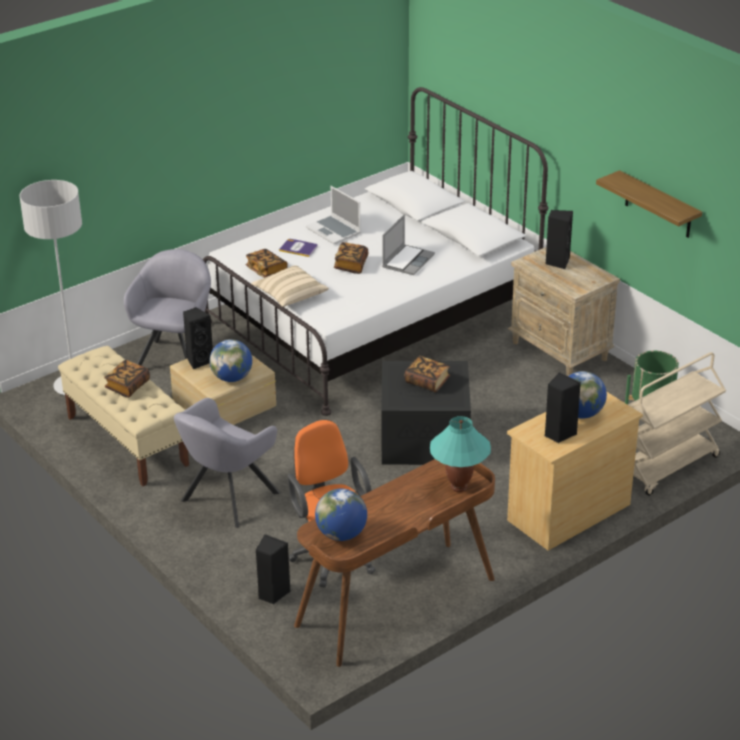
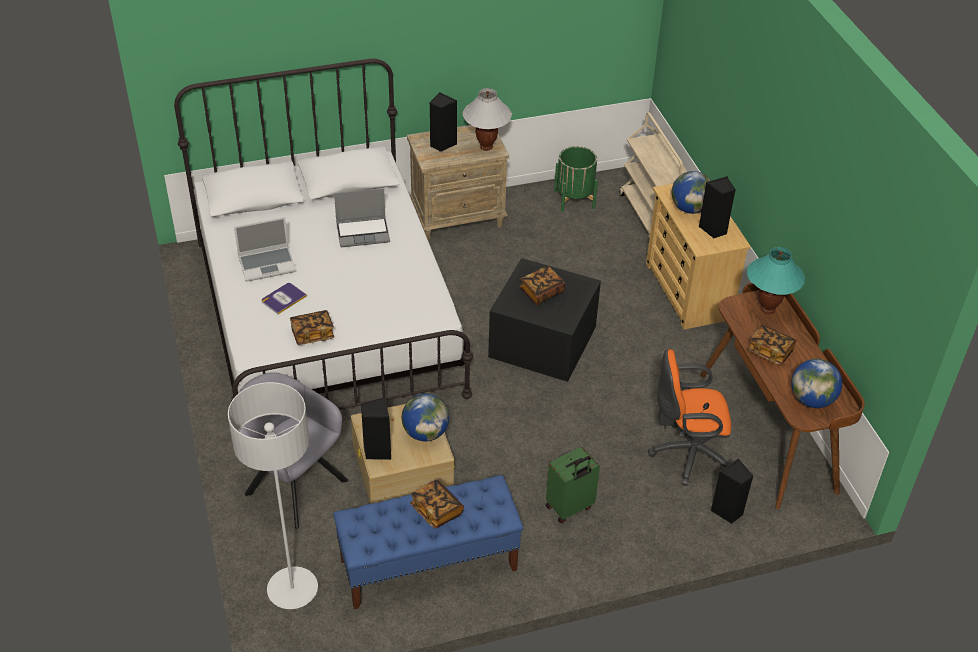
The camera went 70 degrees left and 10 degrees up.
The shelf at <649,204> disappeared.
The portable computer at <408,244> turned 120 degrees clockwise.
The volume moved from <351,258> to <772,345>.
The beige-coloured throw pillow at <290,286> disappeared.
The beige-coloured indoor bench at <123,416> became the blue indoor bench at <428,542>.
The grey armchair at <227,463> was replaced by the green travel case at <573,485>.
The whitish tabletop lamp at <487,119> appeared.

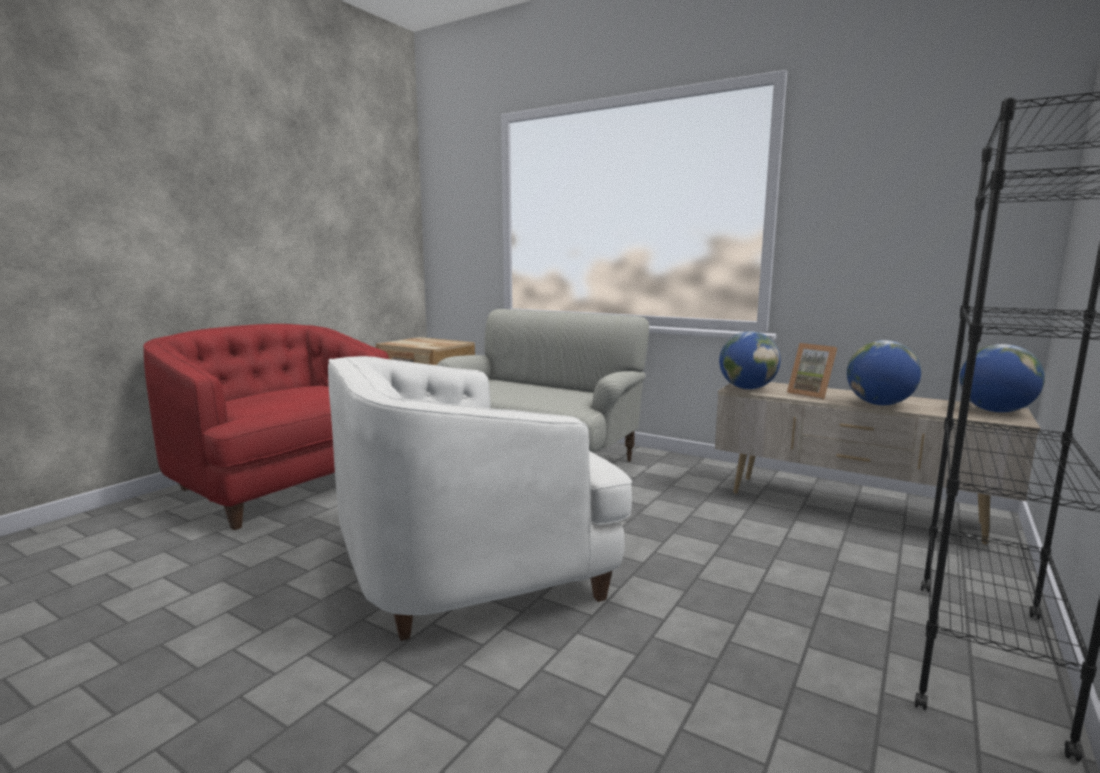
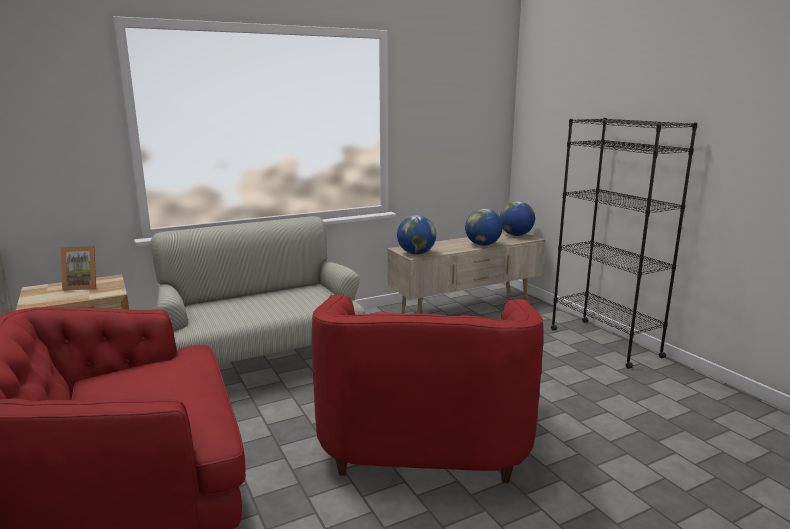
The camera went 60 degrees left and 5 degrees up.
The standing frame moved from <812,371> to <78,268>.
The whitish armchair at <480,498> became the red-coloured armchair at <427,389>.

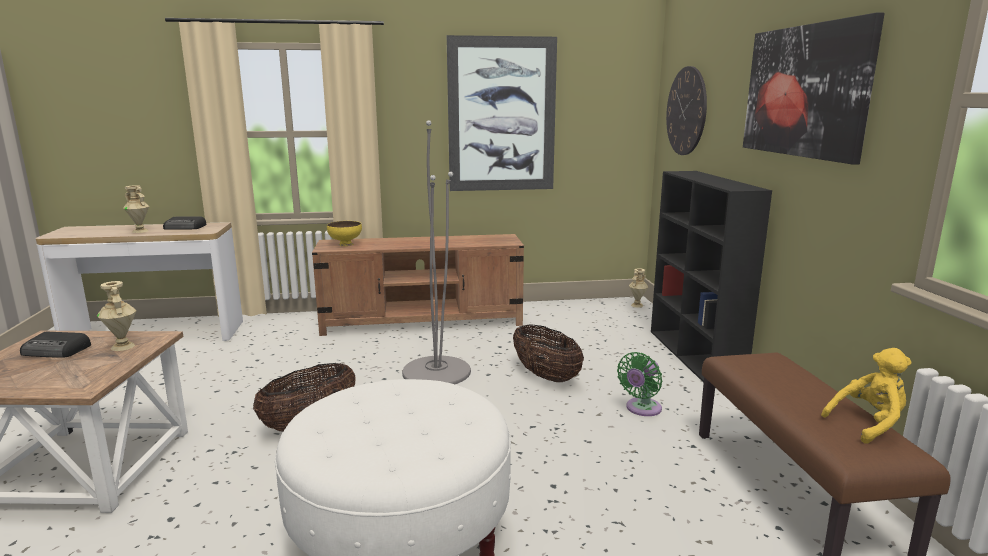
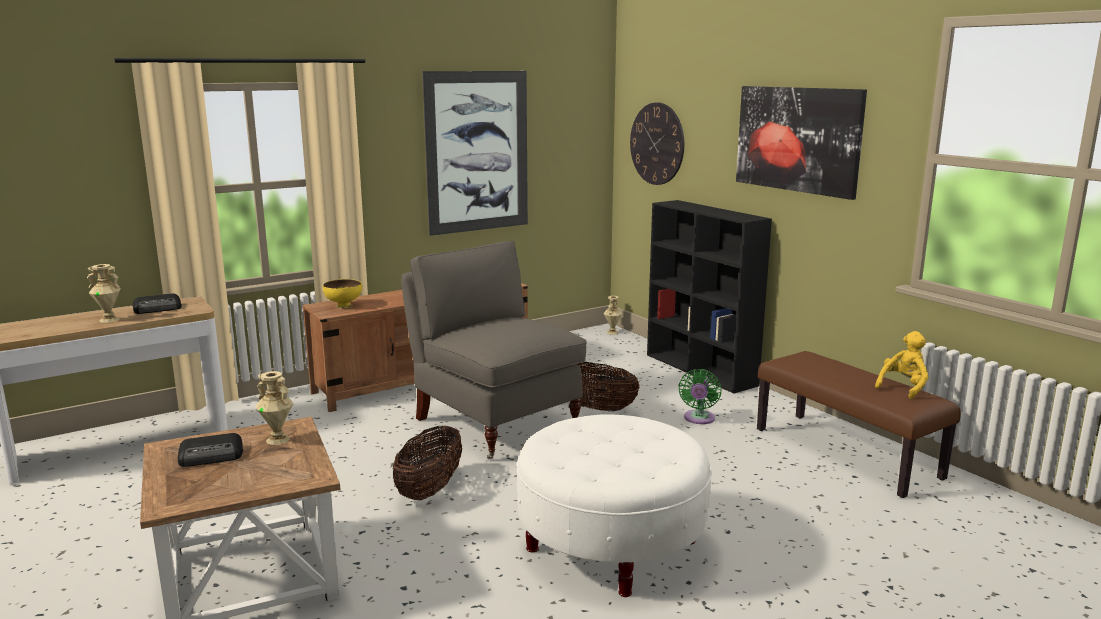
The camera went 25 degrees left and 0 degrees up.
The grey standard lamp at <436,252> was replaced by the grey armchair at <494,350>.

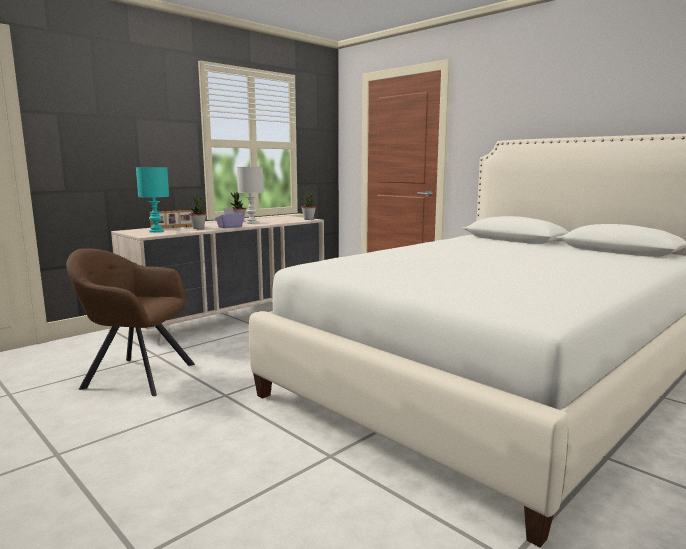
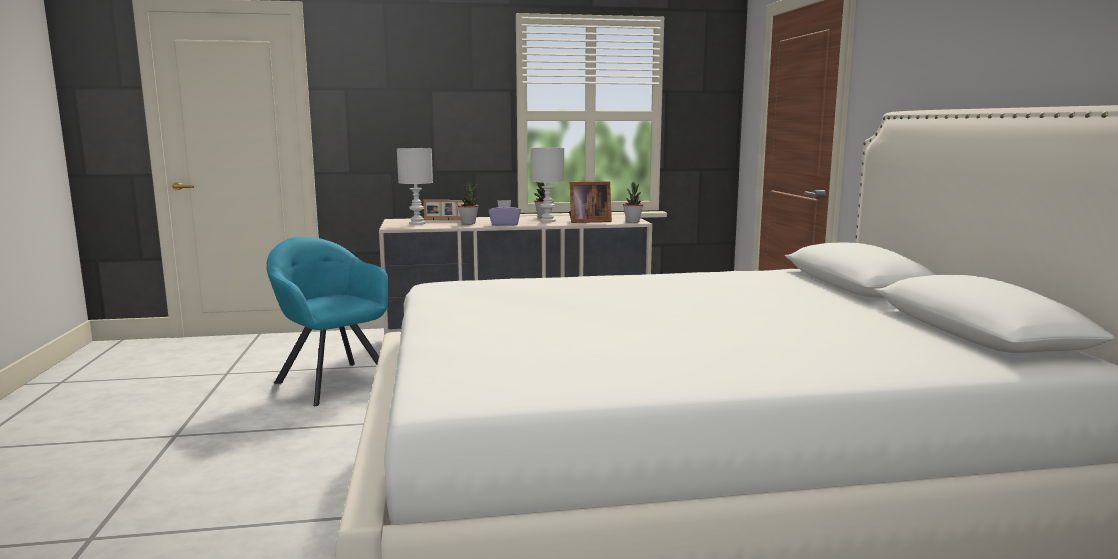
The camera went 35 degrees right and 0 degrees up.
The blue-green tabletop lamp at <152,200> became the whitish tabletop lamp at <415,186>.
The brown-coloured armchair at <130,322> became the blue-green armchair at <327,321>.
The standing frame at <590,202> appeared.

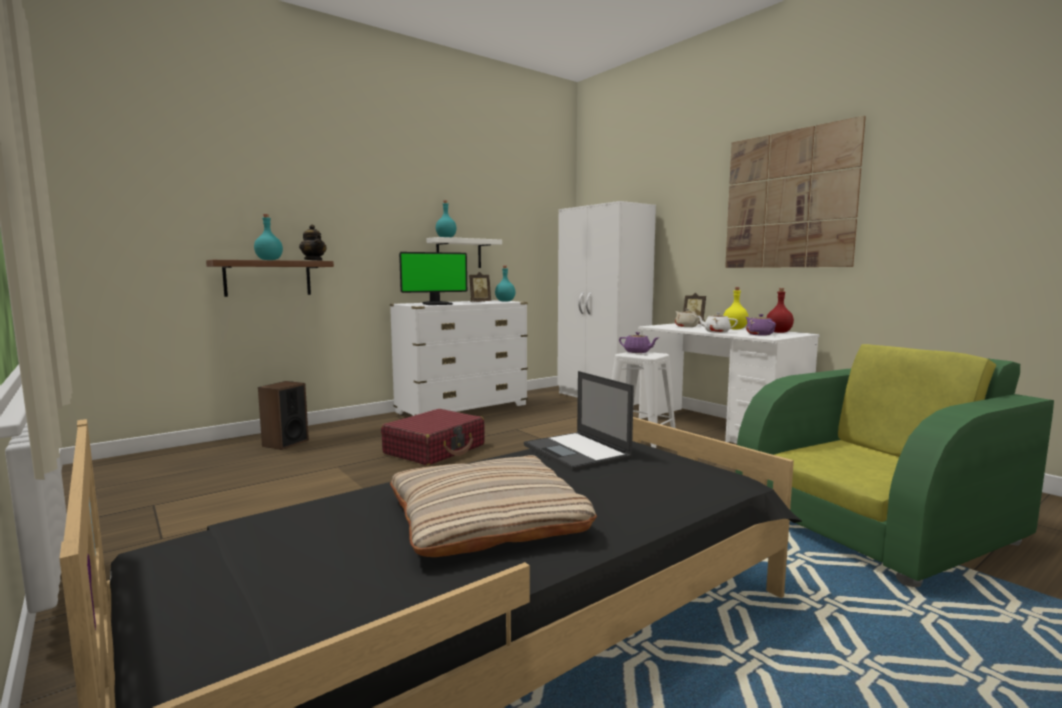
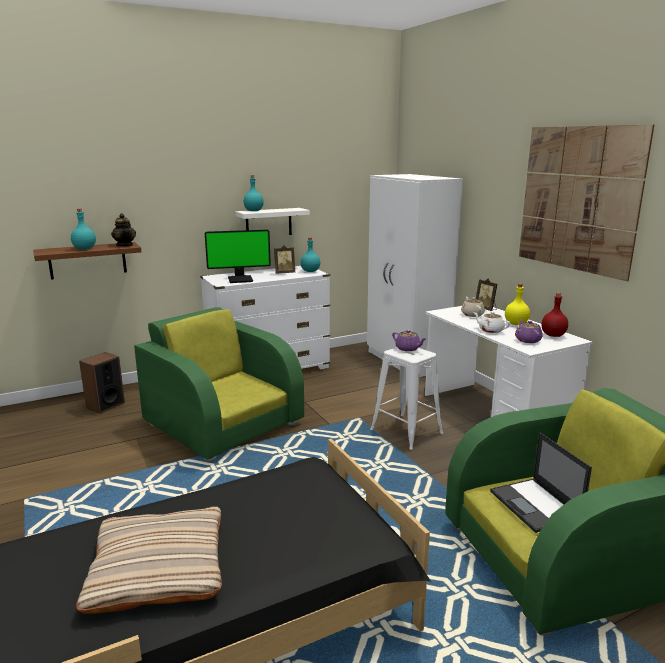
The camera went 10 degrees right and 10 degrees up.
The portable computer moved from <579,421> to <541,482>.
The red-coloured travel case at <433,437> was replaced by the green armchair at <219,384>.

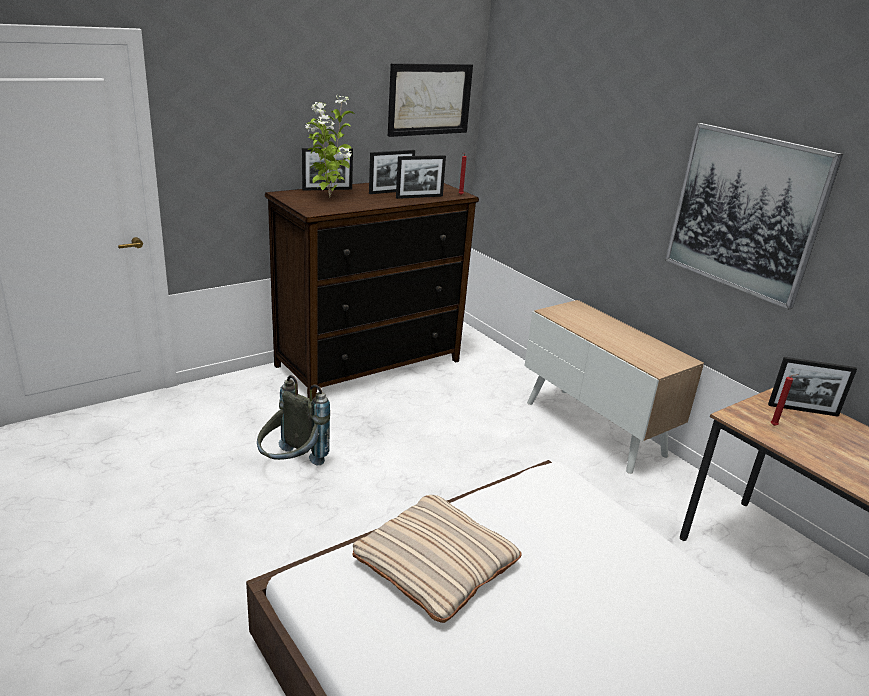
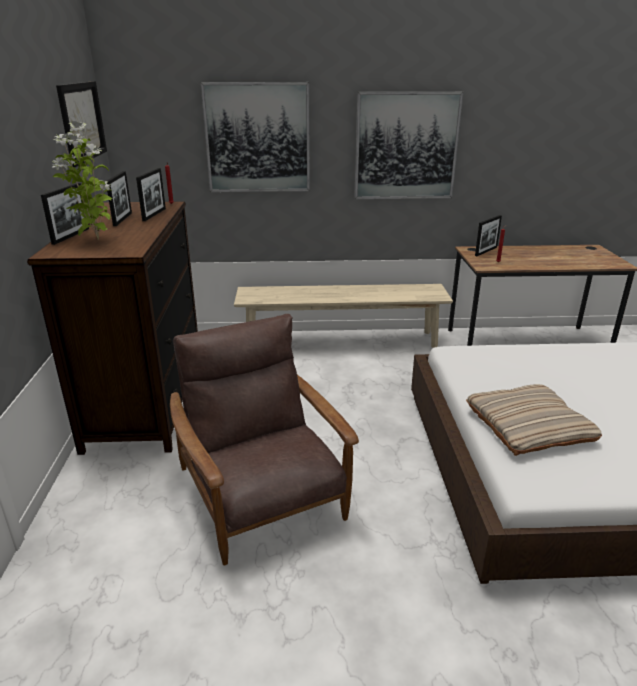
The camera went 55 degrees left and 0 degrees up.
The storage cabinet at <614,387> was replaced by the beige-coloured indoor bench at <343,316>.
The grey knapsack at <293,420> was replaced by the brown-coloured armchair at <264,439>.
The picture at <255,137> appeared.

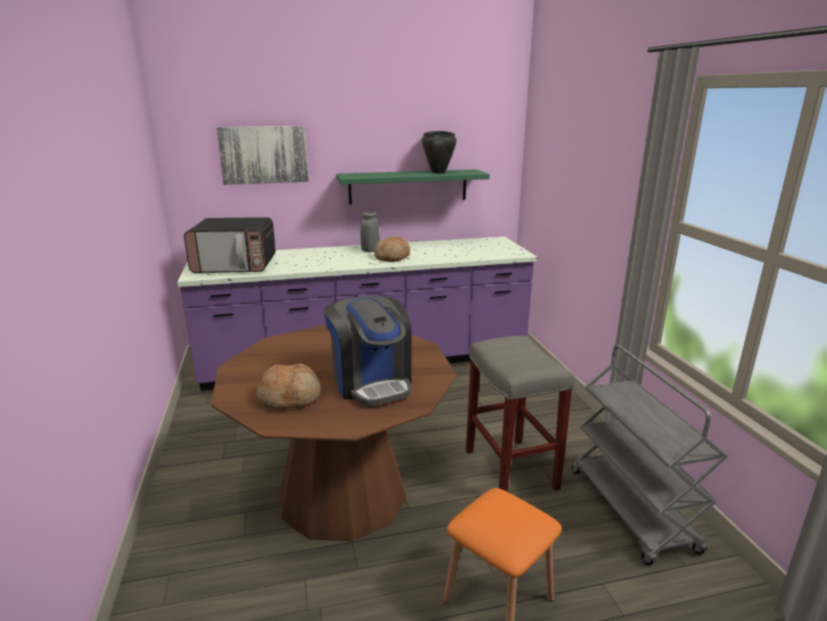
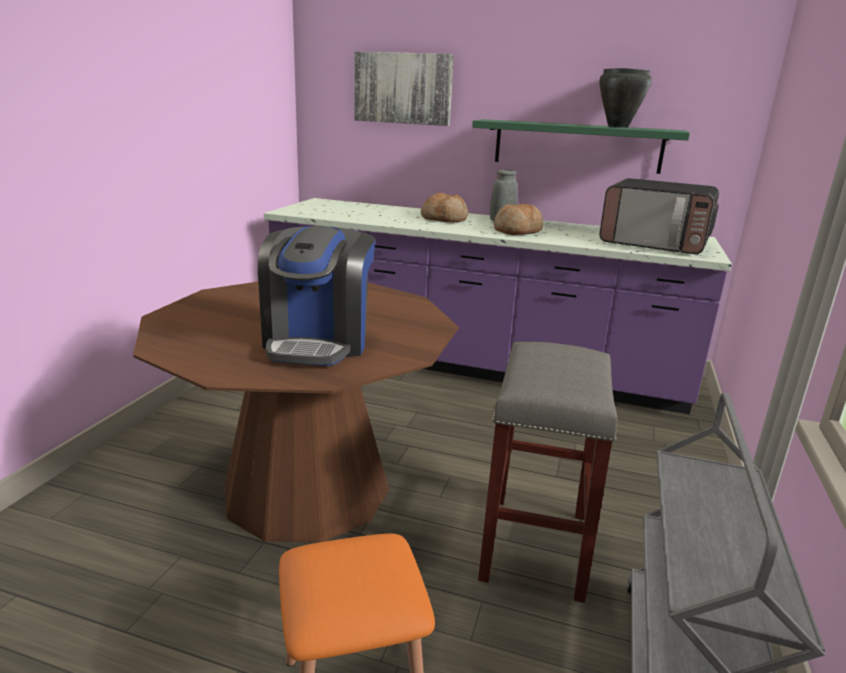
The camera went 30 degrees right and 0 degrees up.
The microwave oven moved from <230,245> to <659,216>.
The baked bread moved from <288,386> to <444,207>.

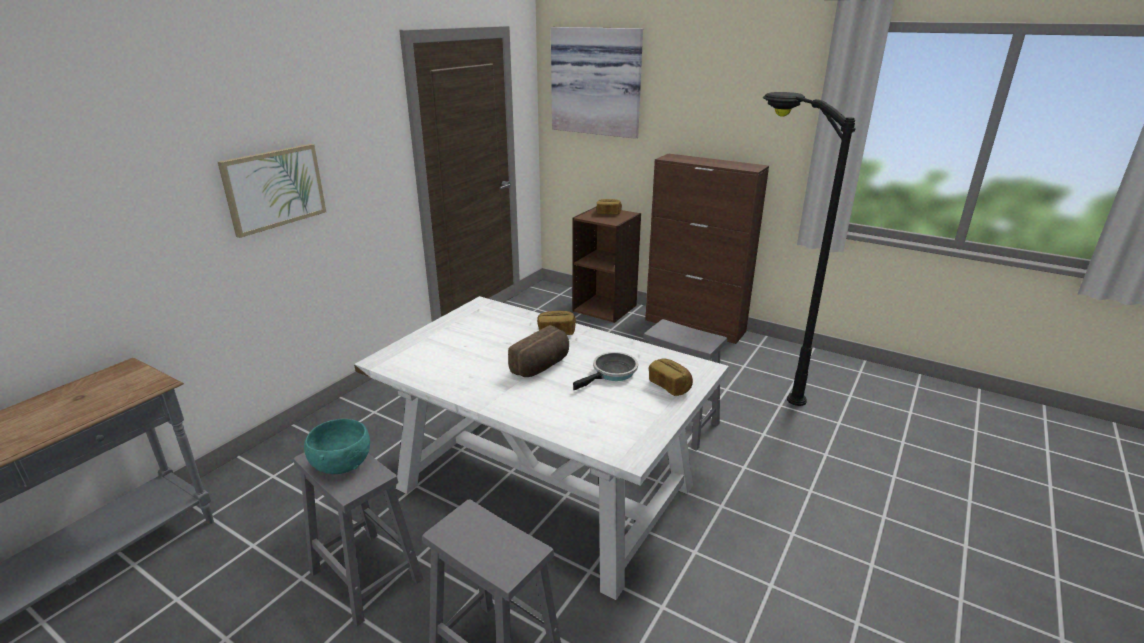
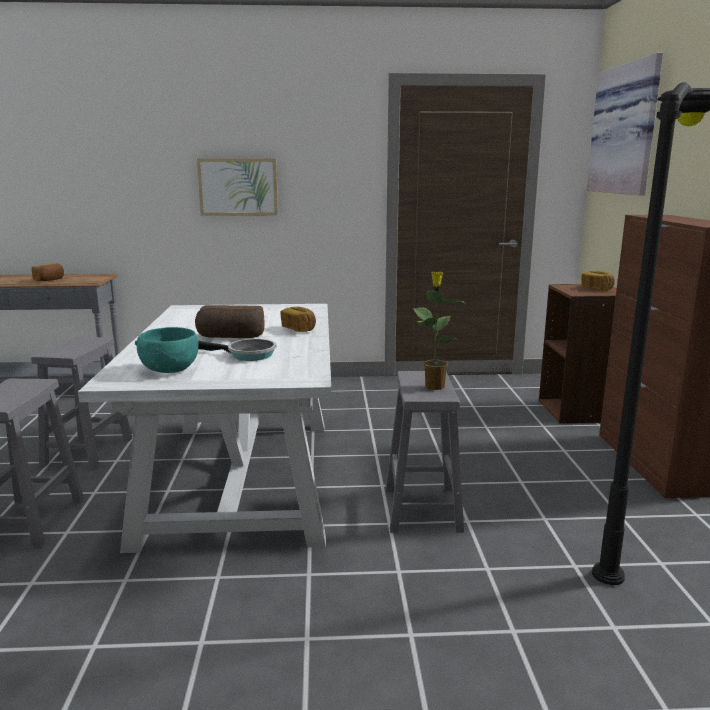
The camera went 55 degrees right and 10 degrees down.
The baked bread moved from <671,377> to <47,272>.
The blue-green bowl moved from <337,446> to <166,350>.
The houseplant at <440,331> appeared.

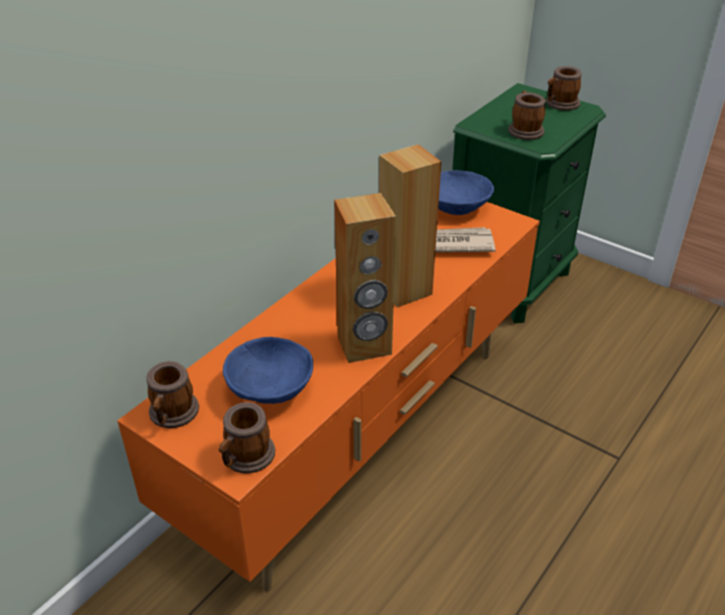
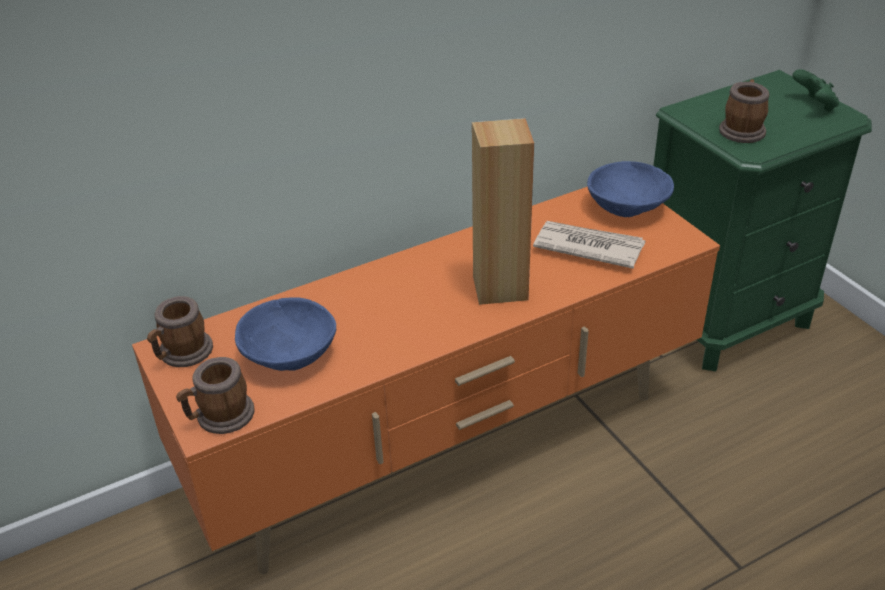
The camera went 25 degrees right and 0 degrees up.
The coffee mug at <564,88> was replaced by the green joypad at <815,90>.
The brown-coloured speaker at <365,278> disappeared.

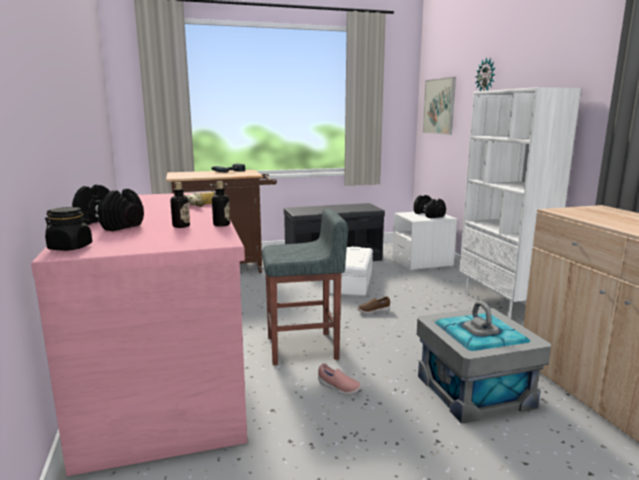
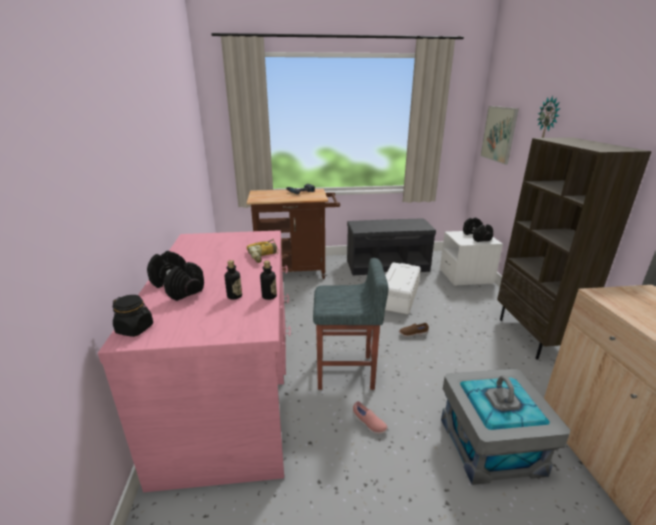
The camera went 10 degrees right and 10 degrees up.
The whitish bookshelf at <520,203> became the brown-coloured bookshelf at <574,248>.

